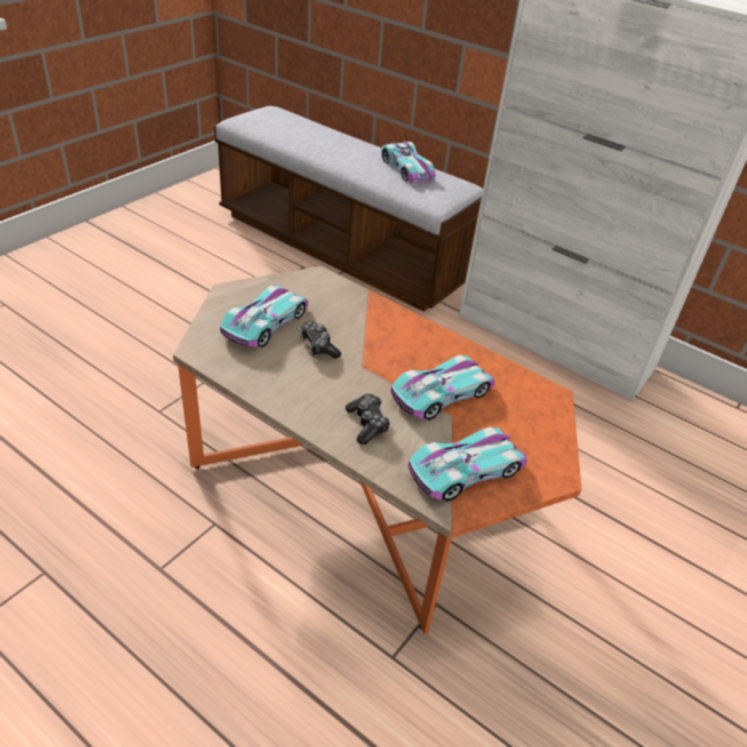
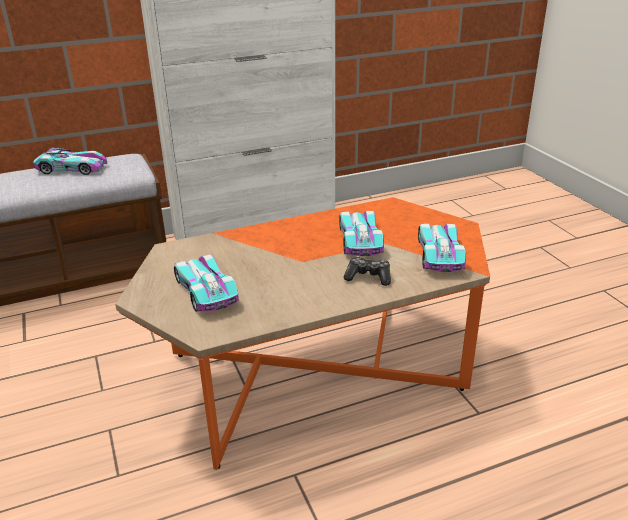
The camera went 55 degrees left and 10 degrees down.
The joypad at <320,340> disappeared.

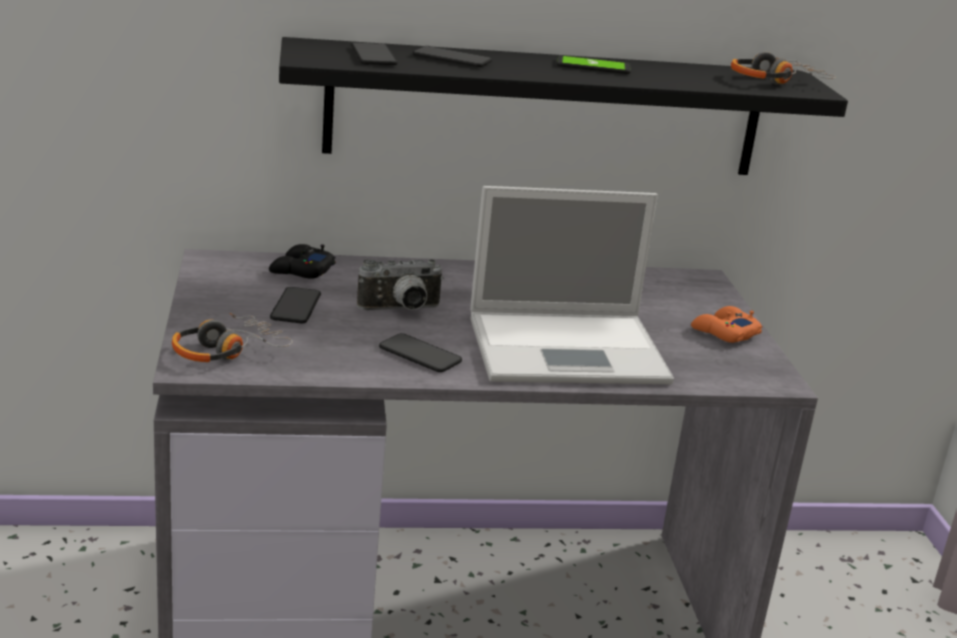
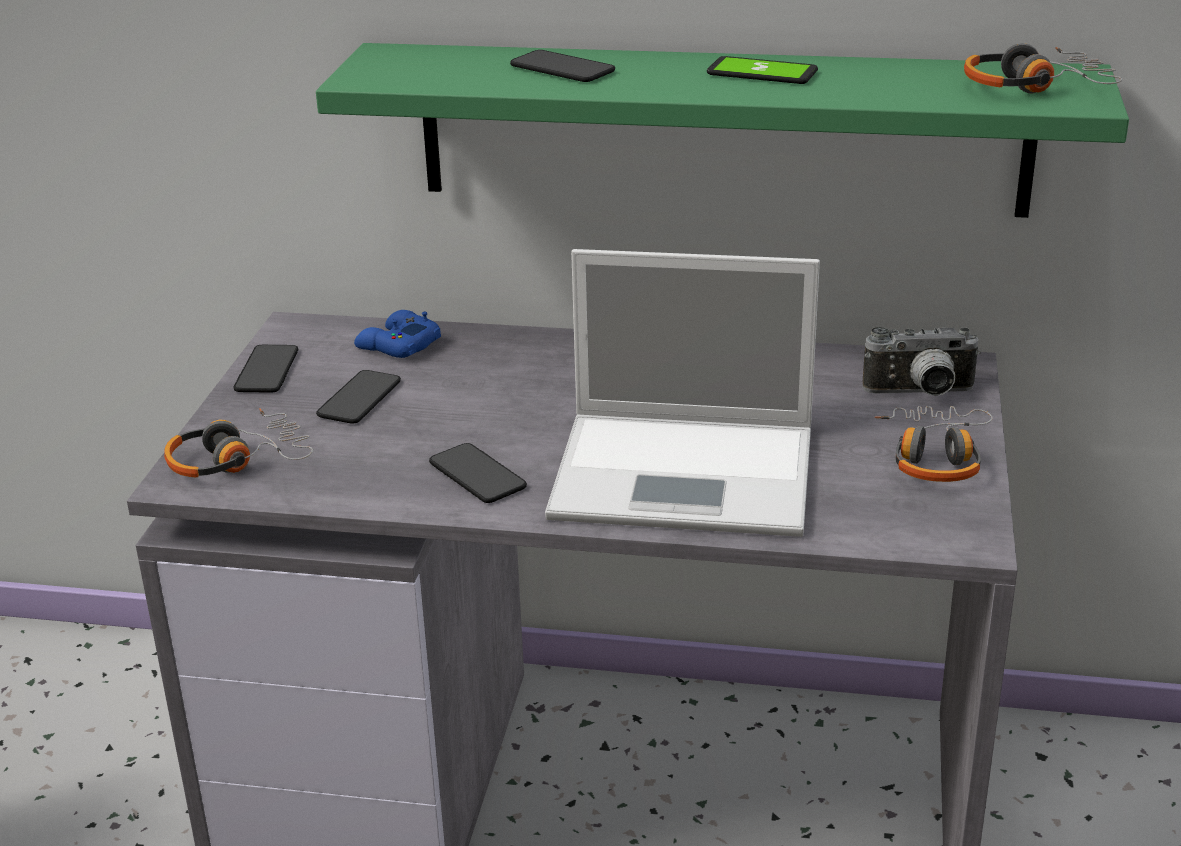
The camera went 20 degrees right and 5 degrees up.
The black-coloured shelf at <563,106> became the green shelf at <722,130>.
The phone moved from <374,53> to <266,369>.
The black-coloured joypad at <302,261> became the blue joypad at <397,334>.
The still camera moved from <400,284> to <921,361>.
The orangey joypad at <726,324> was replaced by the headset at <934,444>.

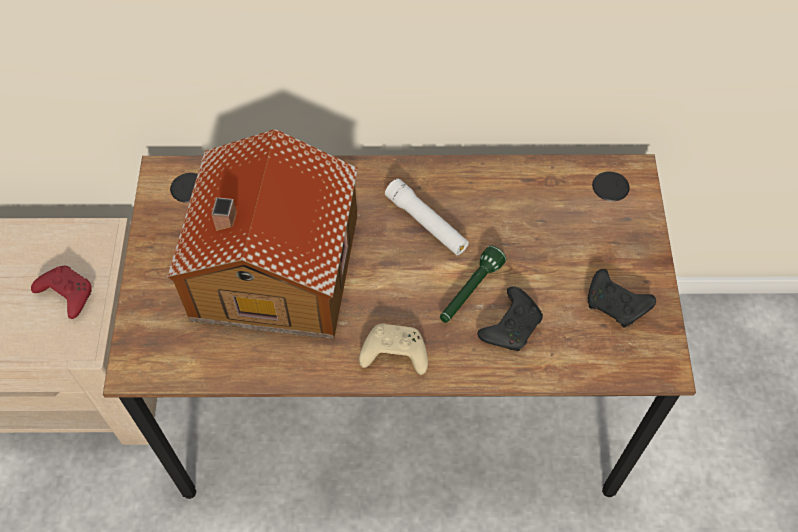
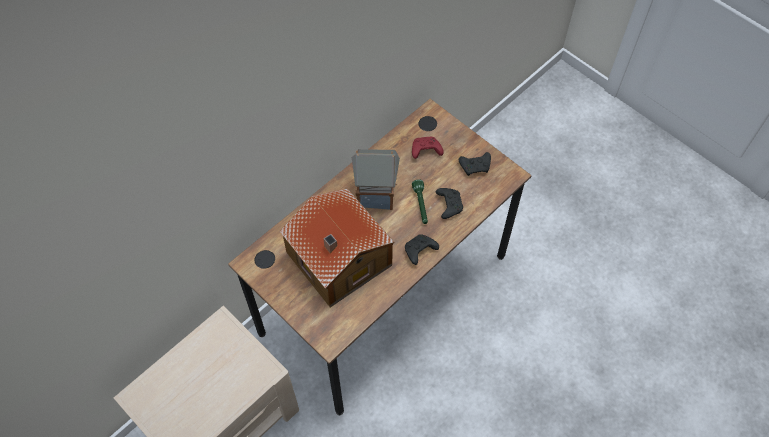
The camera went 45 degrees left and 0 degrees up.
The whitish torch at <427,217> was replaced by the toy house at <376,179>.
The red-coloured joypad moved from <61,292> to <428,148>.
The beige-coloured joypad at <393,349> became the black-coloured joypad at <422,249>.

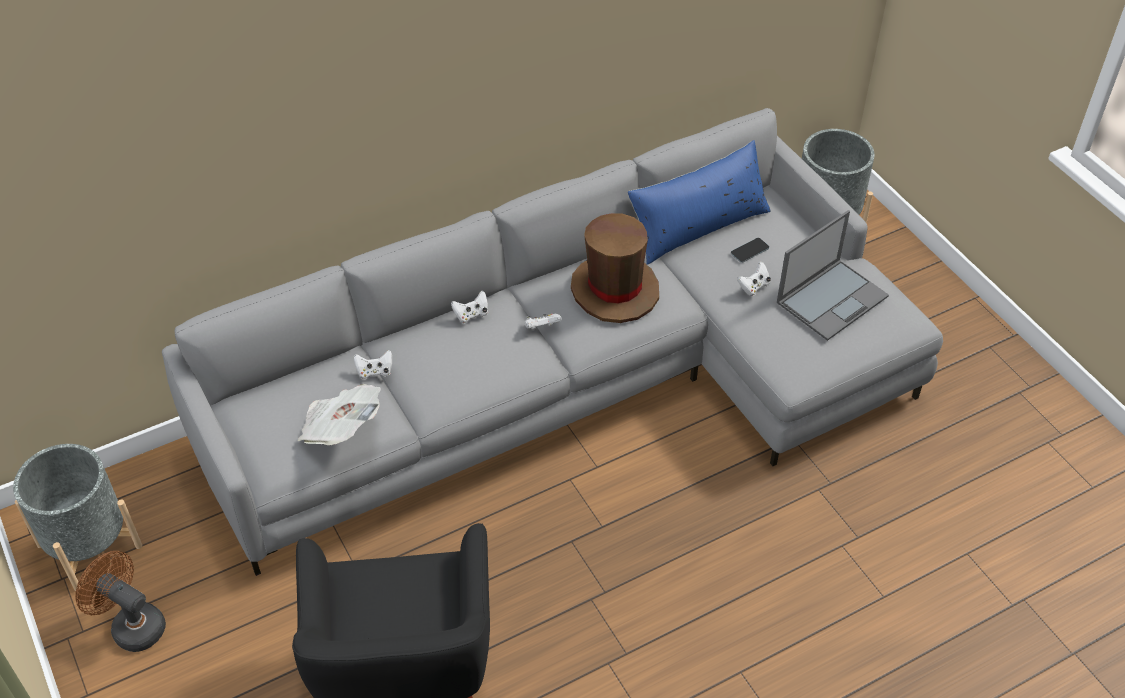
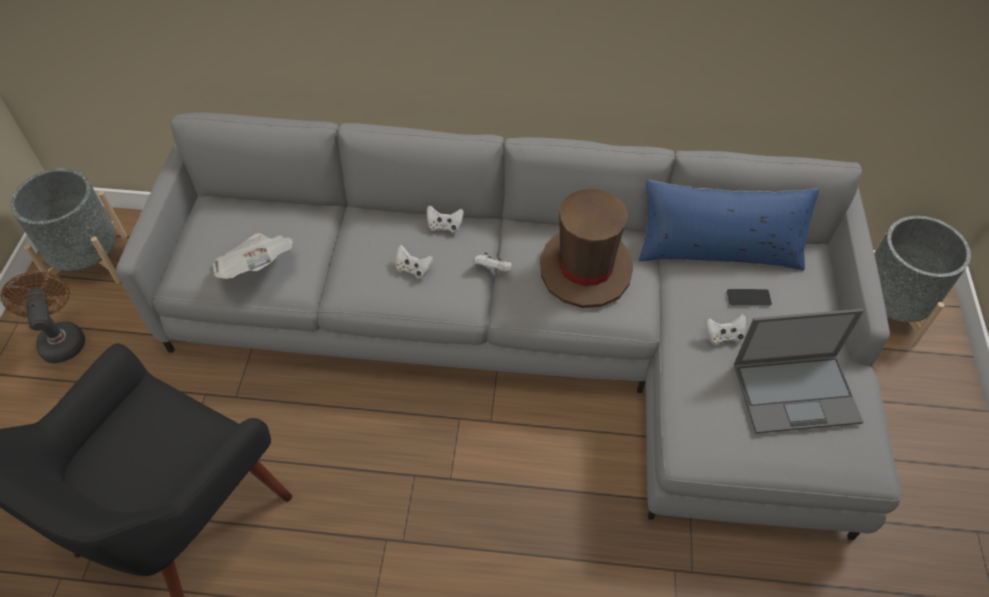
The camera went 35 degrees right and 5 degrees up.
The whitish joypad moved from <373,364> to <415,262>.

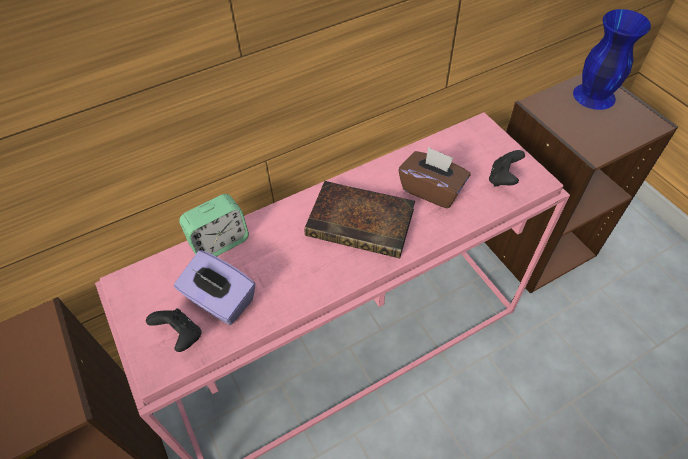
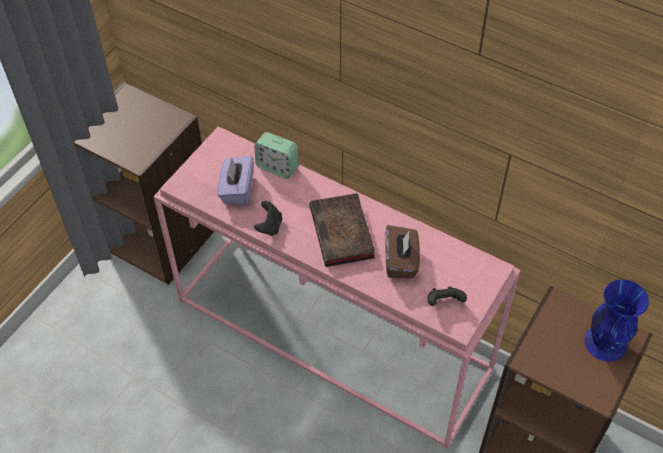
The camera went 60 degrees right and 0 degrees up.
The black-coloured joypad moved from <174,330> to <268,218>.

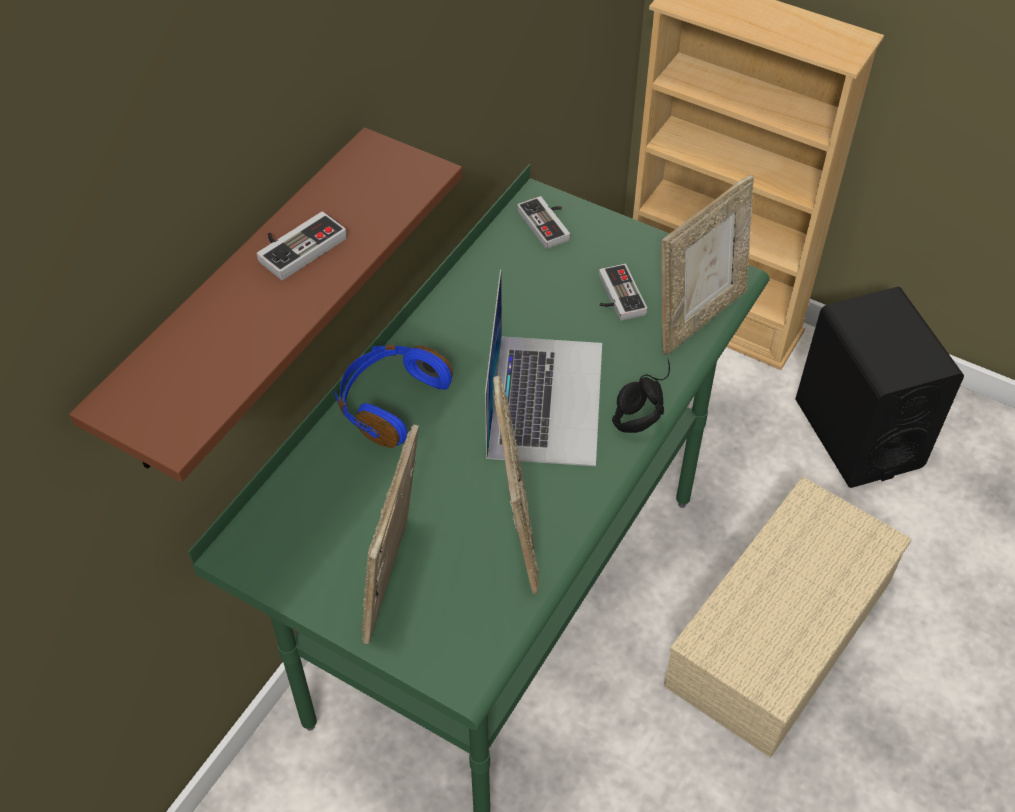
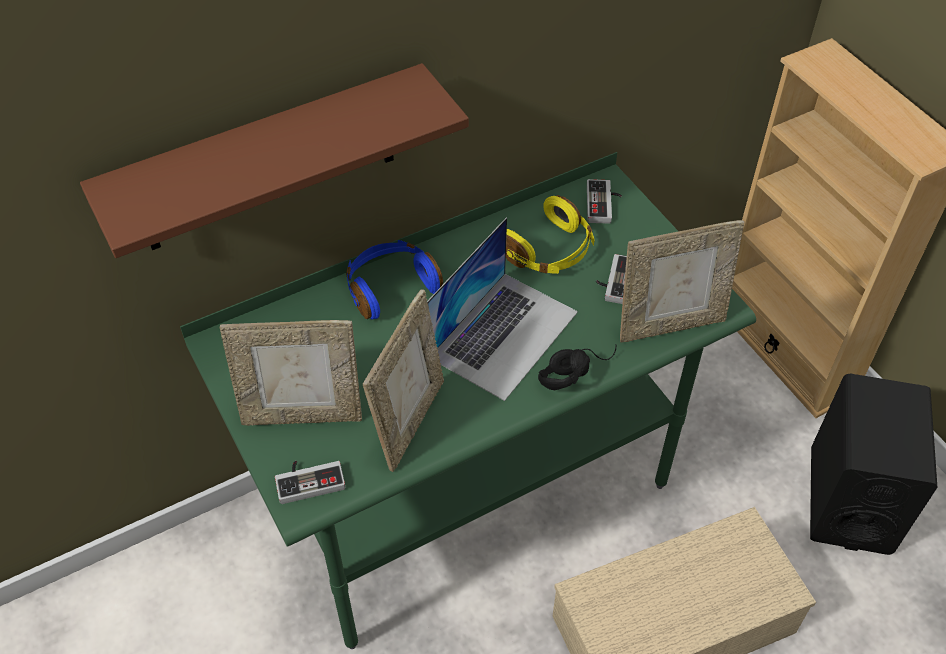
The camera went 30 degrees right and 0 degrees up.
The joypad moved from <302,245> to <310,482>.
The standing frame at <390,534> turned 135 degrees counterclockwise.
The yellowish headset at <550,234> appeared.

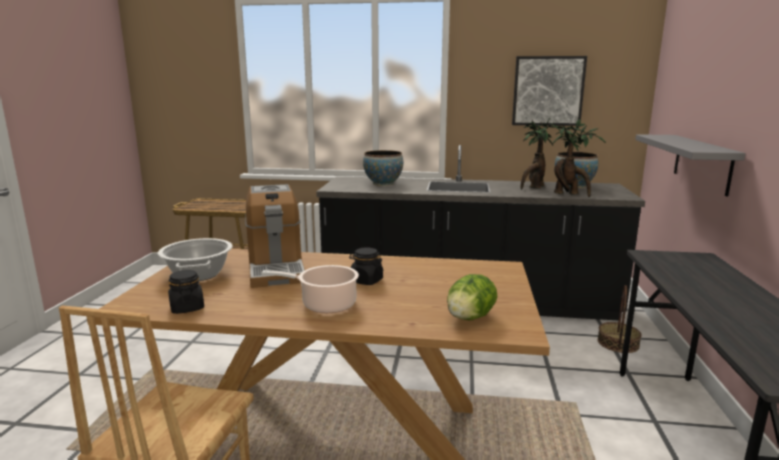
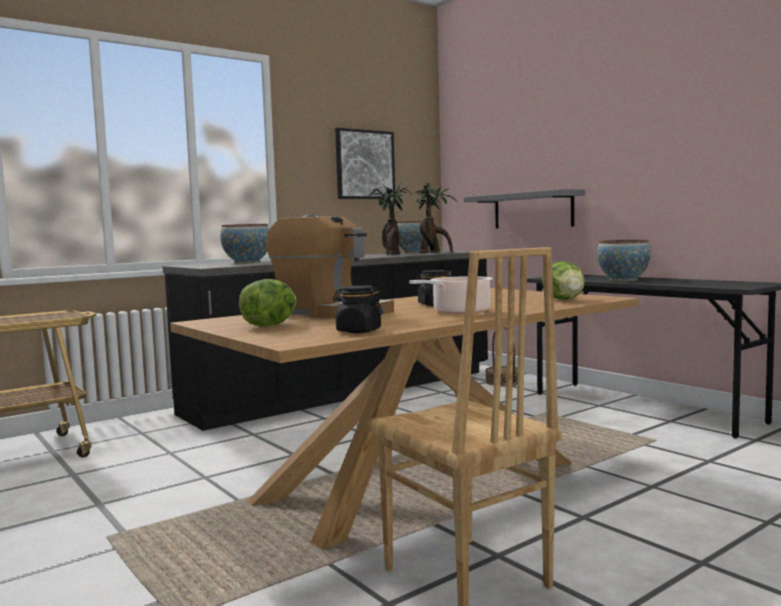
The camera went 45 degrees left and 10 degrees down.
The stockpot at <195,259> was replaced by the lettuce at <267,303>.
The bowl at <624,260> appeared.

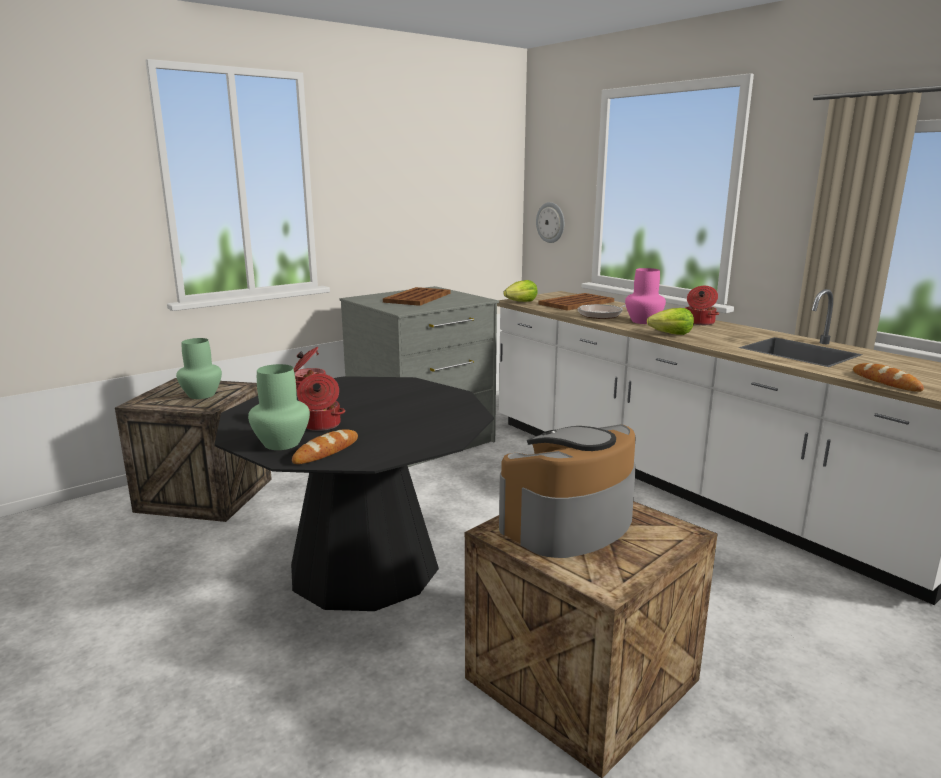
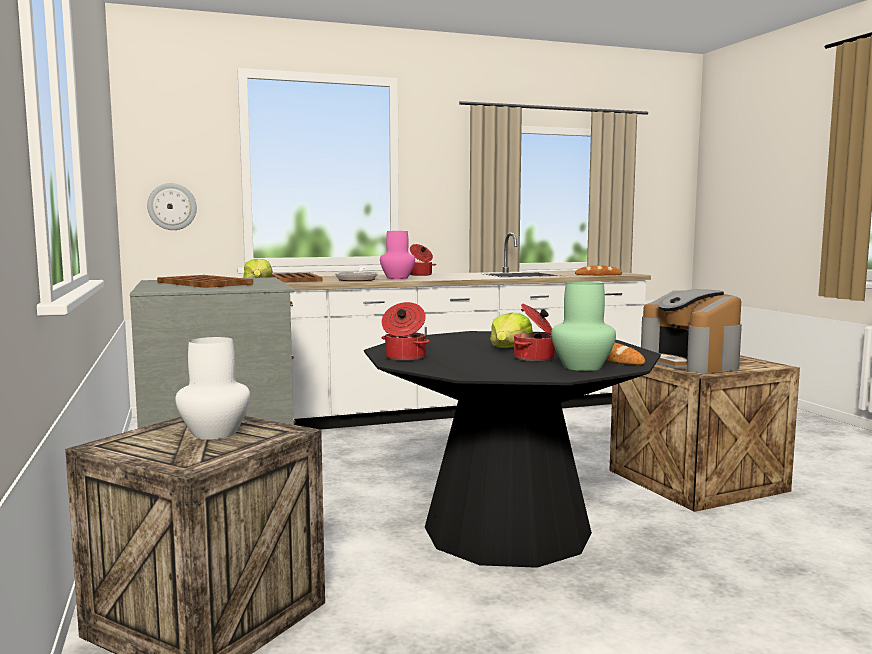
The camera went 70 degrees left and 10 degrees down.
The lettuce moved from <670,321> to <511,330>.
The green vase at <199,368> became the whitish vase at <212,388>.

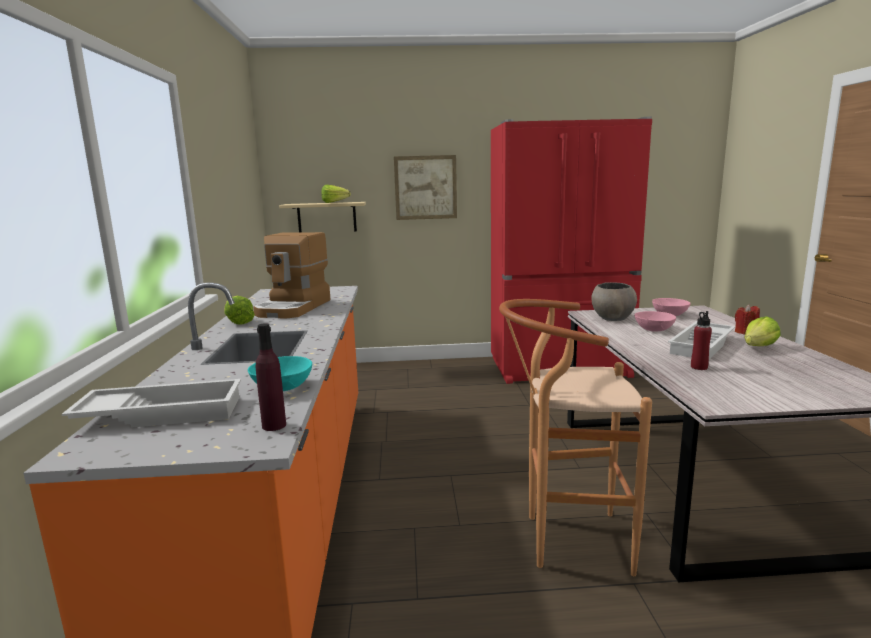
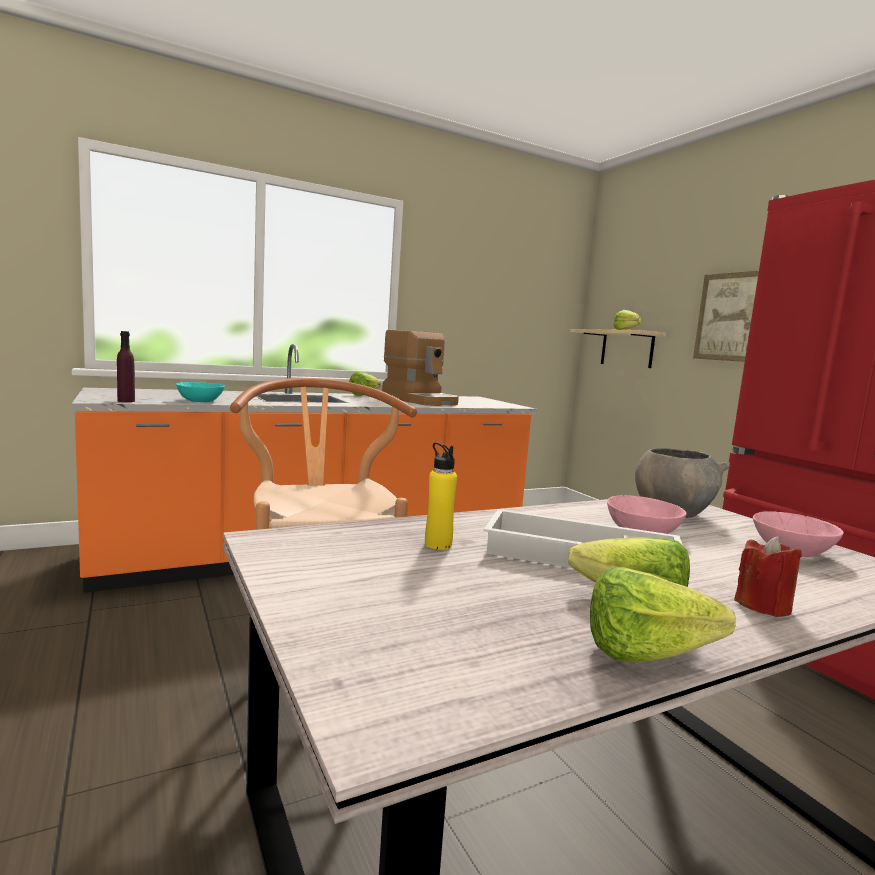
The camera went 65 degrees right and 5 degrees down.
The coffee brewer at <292,275> turned 120 degrees counterclockwise.
The red-coloured bottle at <701,340> became the yellowish bottle at <441,496>.
The whitish serving tray at <151,403> disappeared.
The lettuce at <663,614> appeared.

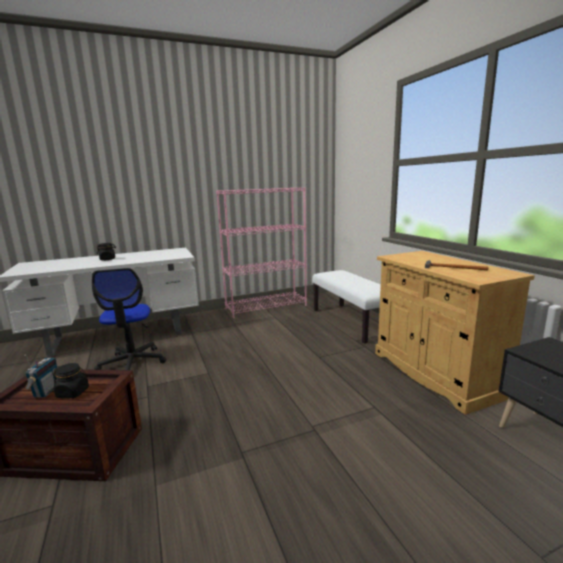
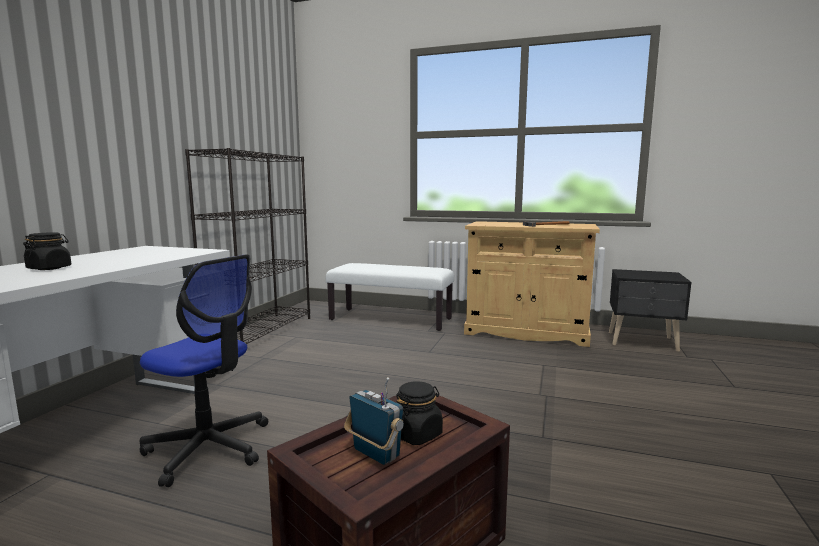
The camera went 50 degrees left and 5 degrees down.
The pinkish bookshelf at <261,252> became the black-coloured bookshelf at <247,246>.

